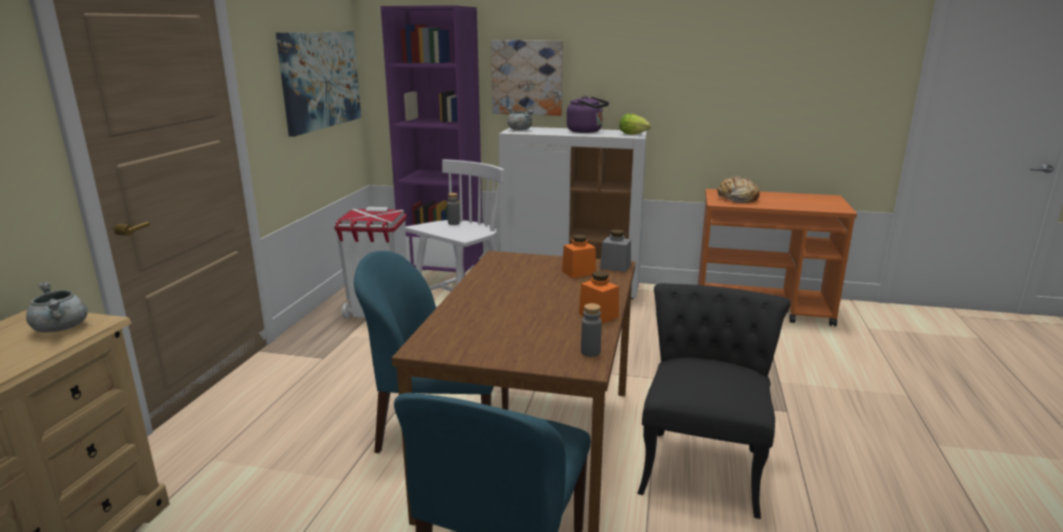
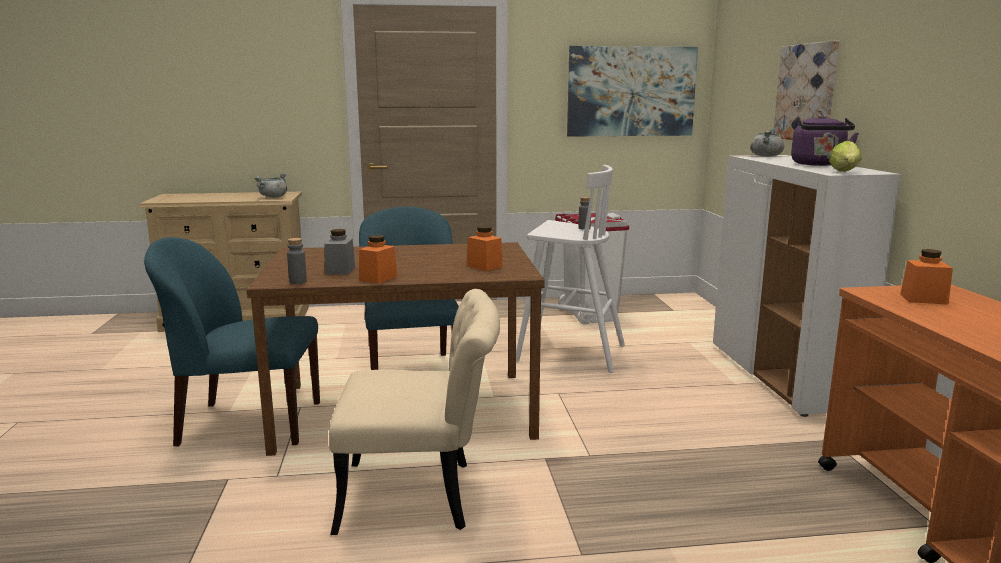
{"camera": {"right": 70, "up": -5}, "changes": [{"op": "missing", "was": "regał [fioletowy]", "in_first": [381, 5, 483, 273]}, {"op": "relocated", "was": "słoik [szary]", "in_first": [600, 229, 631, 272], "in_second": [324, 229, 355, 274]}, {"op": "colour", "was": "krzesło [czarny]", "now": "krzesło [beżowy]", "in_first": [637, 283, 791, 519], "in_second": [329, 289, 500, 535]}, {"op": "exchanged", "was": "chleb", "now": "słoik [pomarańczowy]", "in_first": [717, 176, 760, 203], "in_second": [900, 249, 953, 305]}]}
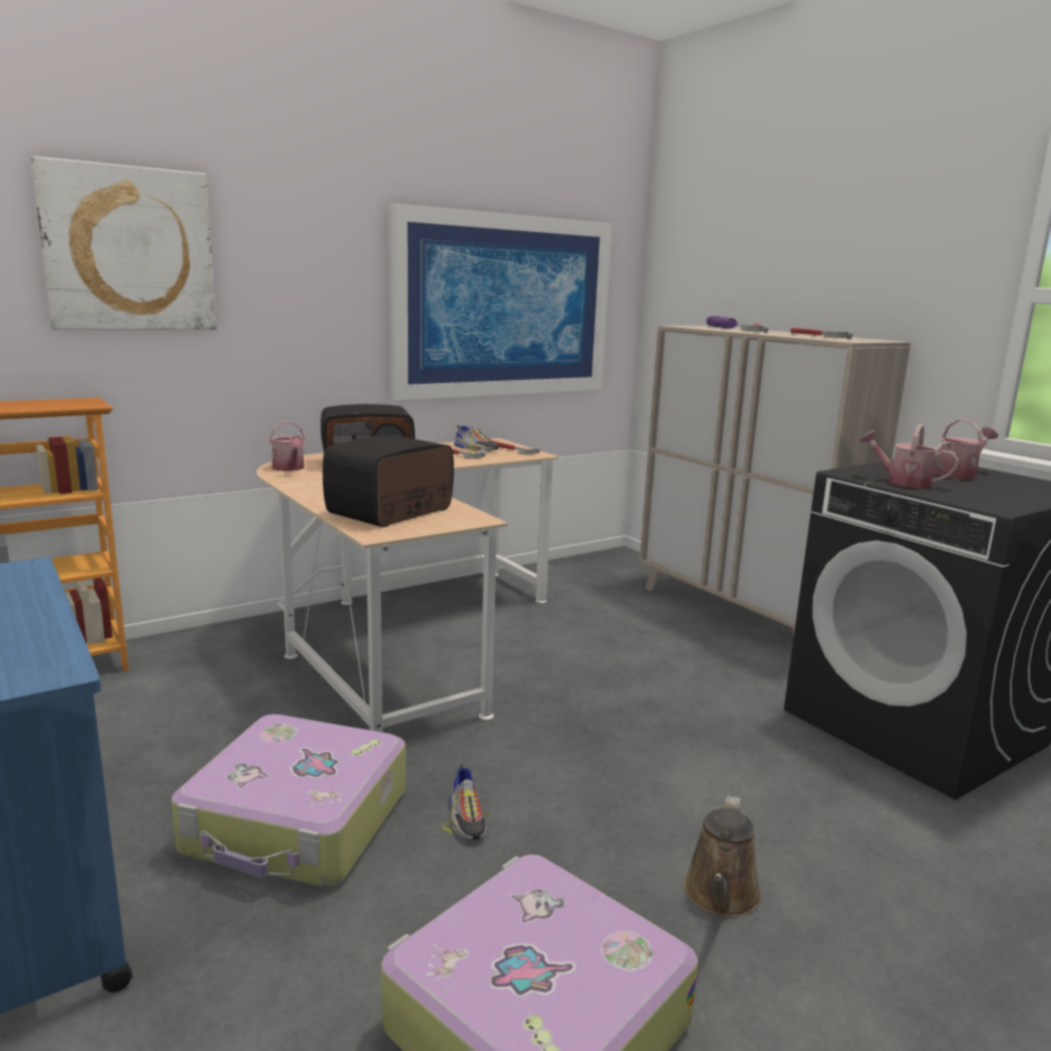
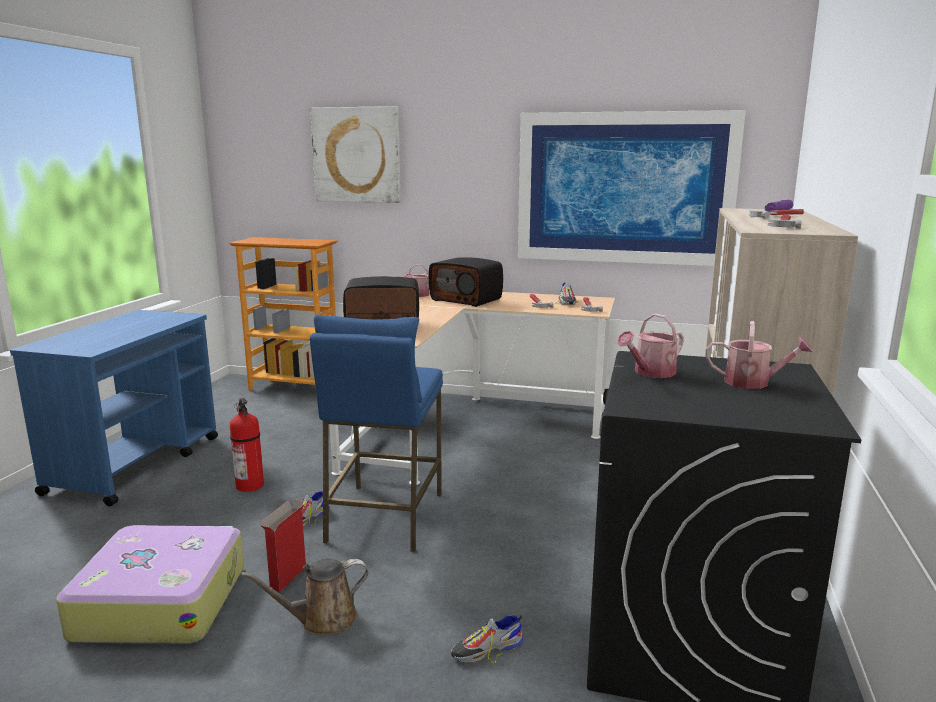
{"camera": {"right": 50, "up": 0}, "changes": [{"op": "exchanged", "was": "walizka", "now": "gaśnica", "in_first": [171, 714, 406, 887], "in_second": [230, 398, 264, 492]}, {"op": "spun", "was": "konewka", "in_first": [859, 424, 959, 488], "in_second": [617, 313, 684, 378], "clockwise": -120}, {"op": "appeared", "now": "karton", "in_second": [260, 499, 306, 592]}, {"op": "appeared", "now": "stołek [niebieski]", "in_second": [310, 315, 443, 552]}, {"op": "appeared", "now": "but", "in_second": [451, 615, 524, 663]}]}
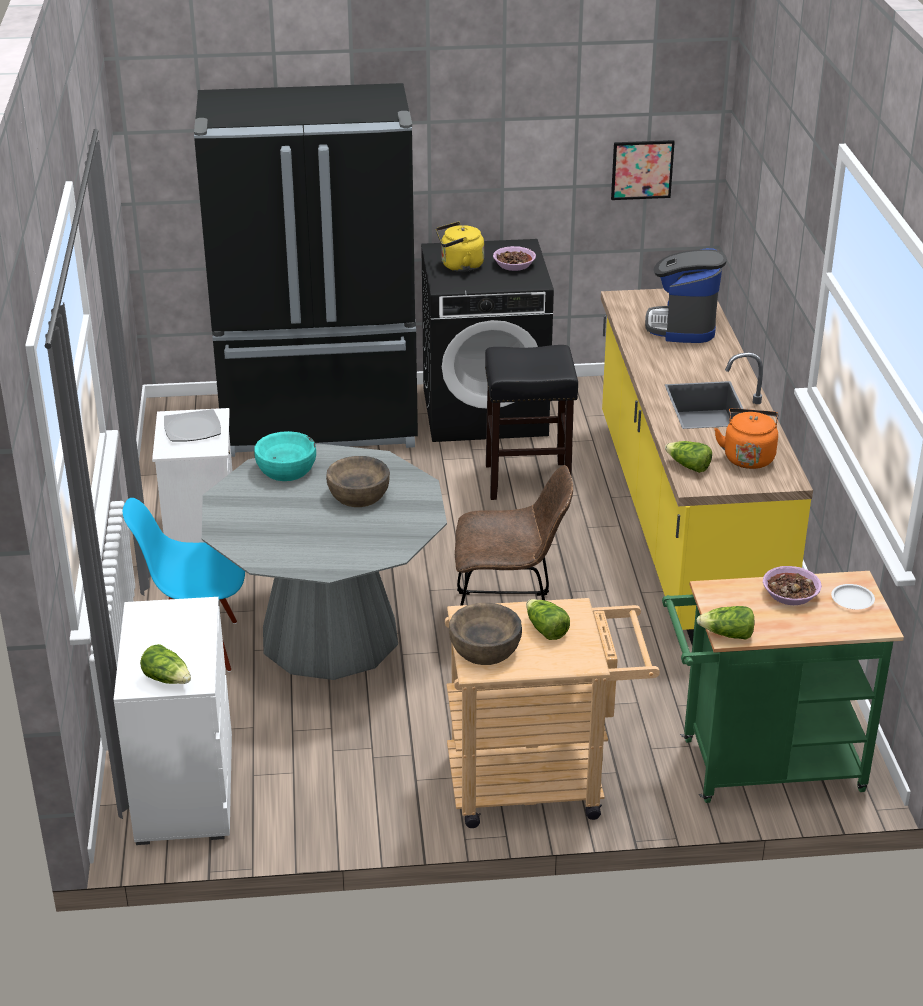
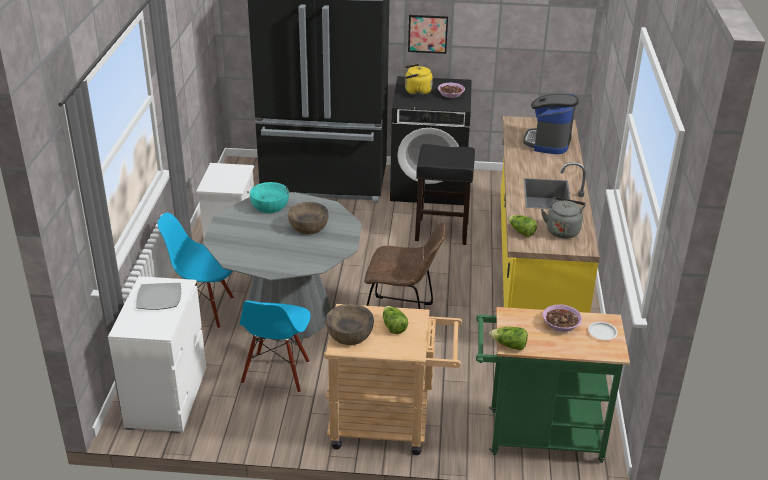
{"camera": {"right": 10, "up": 0}, "changes": [{"op": "missing", "was": "sałata", "in_first": [140, 644, 191, 684]}, {"op": "relocated", "was": "talerz", "in_first": [164, 409, 221, 441], "in_second": [136, 283, 181, 310]}, {"op": "relocated", "was": "obraz", "in_first": [611, 140, 675, 200], "in_second": [408, 15, 448, 54]}, {"op": "colour", "was": "czajnik [pomarańczowy]", "now": "czajnik [szary]", "in_first": [714, 408, 778, 469], "in_second": [541, 197, 586, 238]}, {"op": "appeared", "now": "krzesło [niebieski]", "in_second": [239, 301, 310, 393]}]}
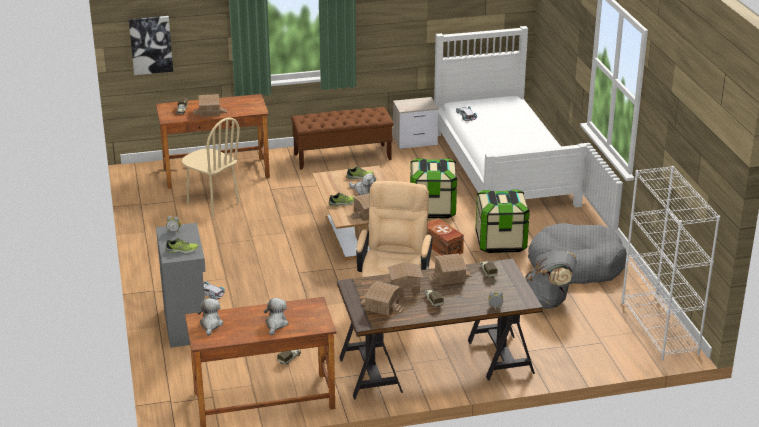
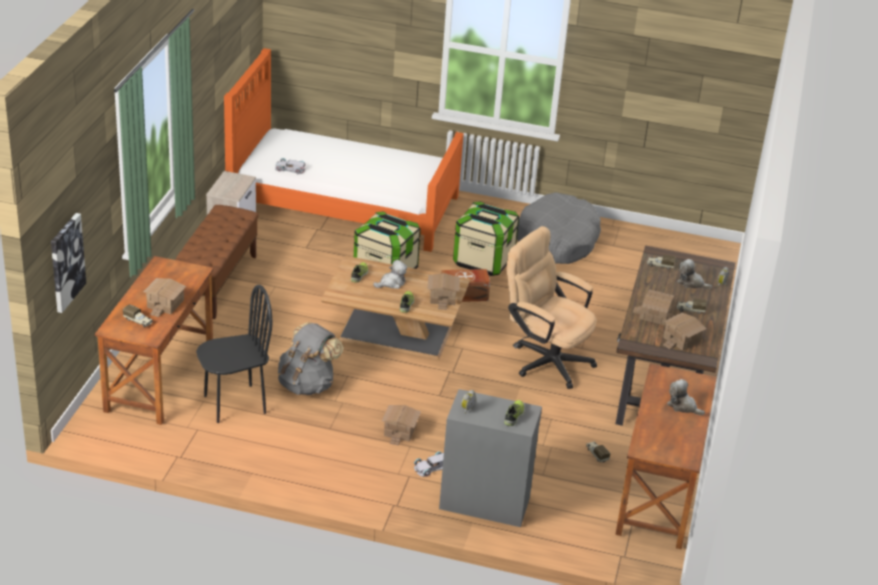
{"camera": {"right": -65, "up": 5}, "changes": [{"op": "colour", "was": "krzesło [beżowy]", "now": "krzesło [czarny]", "in_first": [182, 118, 240, 217], "in_second": [196, 285, 272, 423]}, {"op": "relocated", "was": "pluszak", "in_first": [197, 298, 223, 336], "in_second": [677, 259, 712, 289]}, {"op": "relocated", "was": "domek", "in_first": [429, 253, 471, 285], "in_second": [382, 405, 421, 445]}, {"op": "colour", "was": "łóżko [biały]", "now": "łóżko [pomarańczowy]", "in_first": [434, 26, 587, 208], "in_second": [224, 48, 464, 252]}, {"op": "relocated", "was": "plecak [szary]", "in_first": [526, 251, 577, 309], "in_second": [278, 322, 344, 395]}, {"op": "missing", "was": "regał [biały]", "in_first": [621, 166, 720, 360]}]}
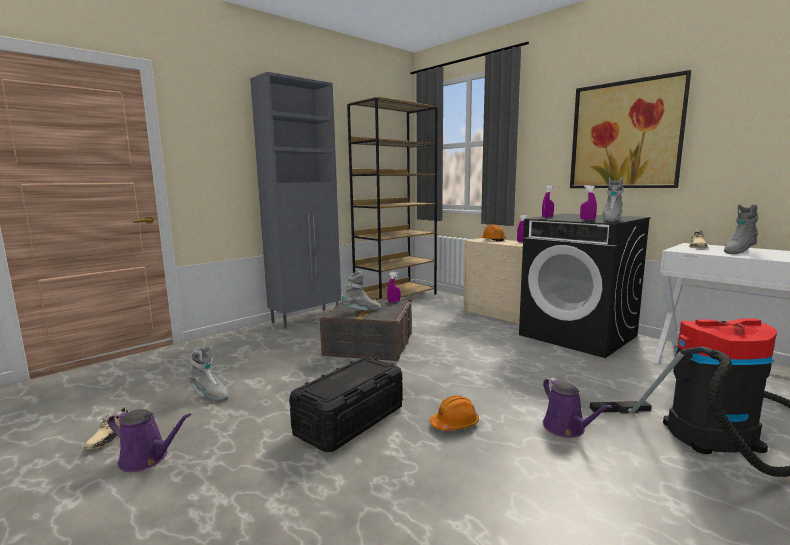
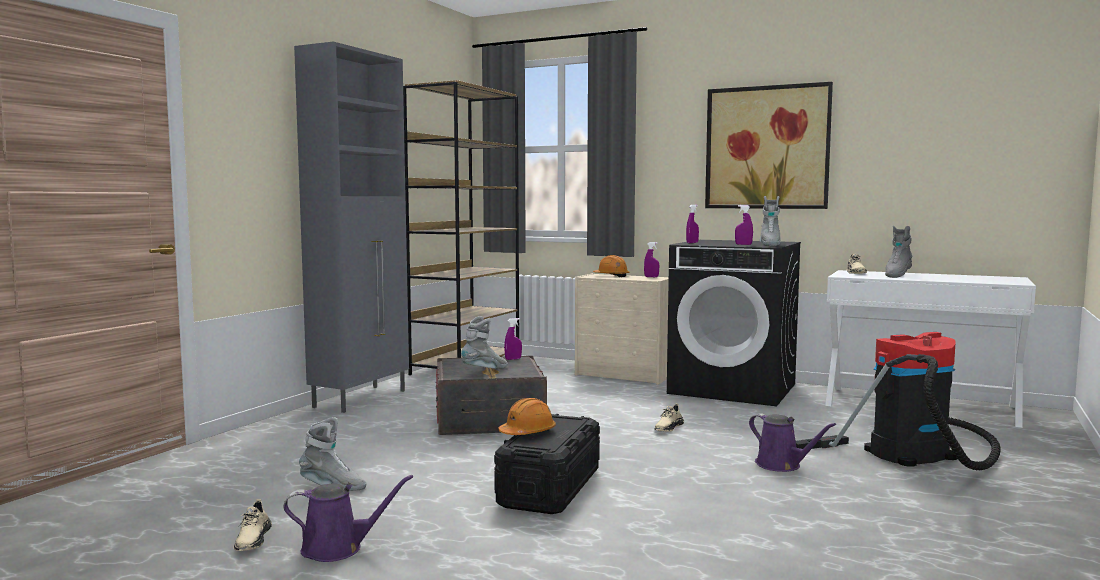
{"camera": {"right": -20, "up": -5}, "changes": [{"op": "relocated", "was": "kask [pomarańczowy]", "in_first": [430, 395, 479, 431], "in_second": [498, 398, 556, 435]}, {"op": "appeared", "now": "but [beżowy]", "in_second": [654, 403, 684, 432]}]}
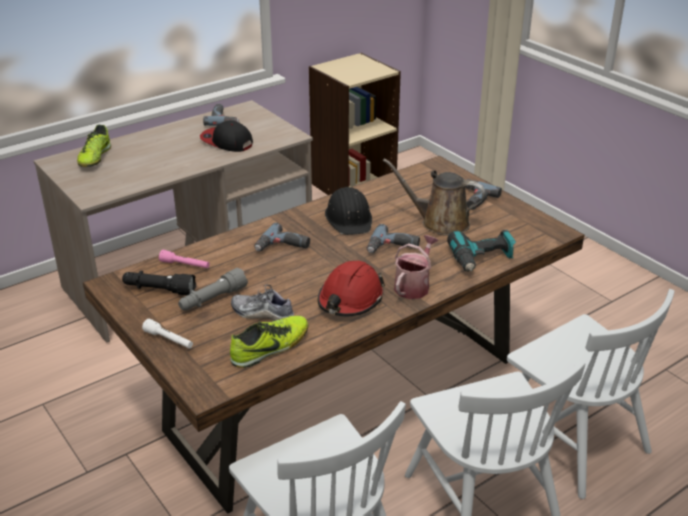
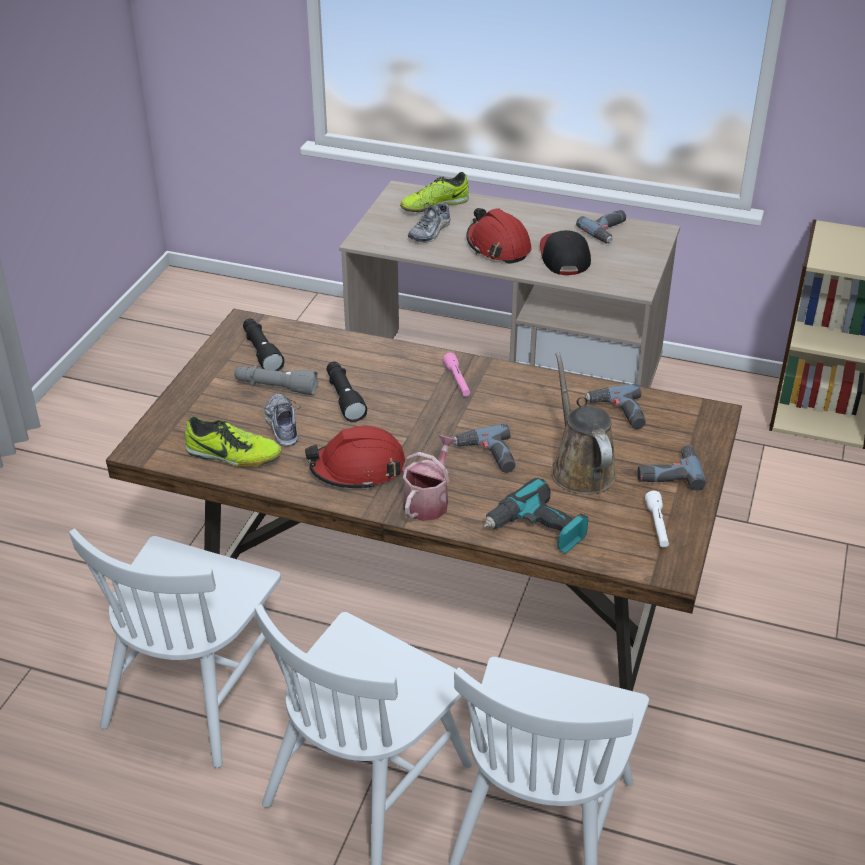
{"camera": {"right": 55, "up": 5}, "changes": [{"op": "relocated", "was": "latarka [biały]", "in_first": [142, 319, 193, 349], "in_second": [645, 491, 669, 547]}, {"op": "relocated", "was": "latarka [różowy]", "in_first": [159, 250, 210, 268], "in_second": [443, 353, 470, 396]}, {"op": "relocated", "was": "wiertarka", "in_first": [254, 223, 310, 251], "in_second": [585, 384, 646, 429]}, {"op": "missing", "was": "kask [czarny]", "in_first": [325, 187, 372, 235]}, {"op": "spun", "was": "konewka", "in_first": [394, 235, 438, 299], "in_second": [402, 435, 457, 521], "clockwise": -60}, {"op": "appeared", "now": "latarka [czarny]", "in_second": [327, 362, 367, 422]}, {"op": "appeared", "now": "but", "in_second": [408, 202, 451, 242]}, {"op": "appeared", "now": "kask [czerwony]", "in_second": [466, 208, 532, 264]}]}
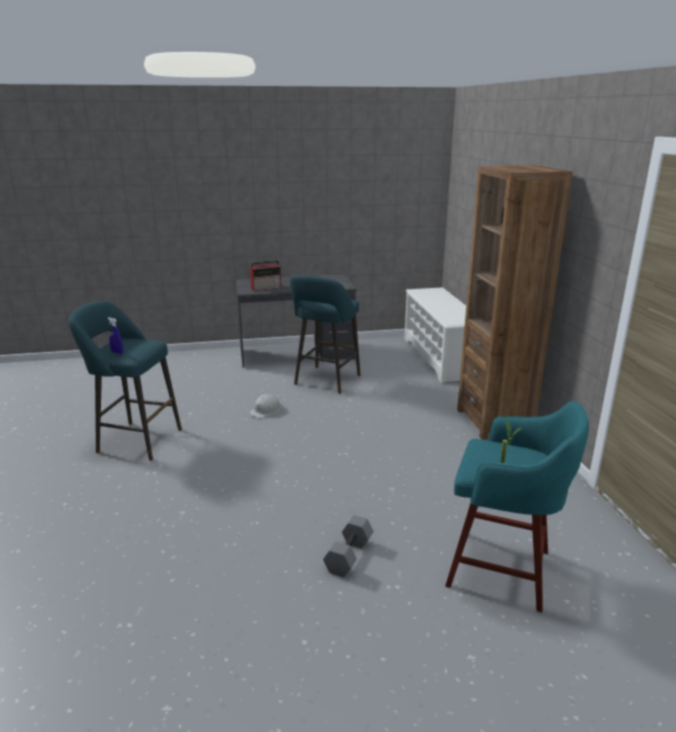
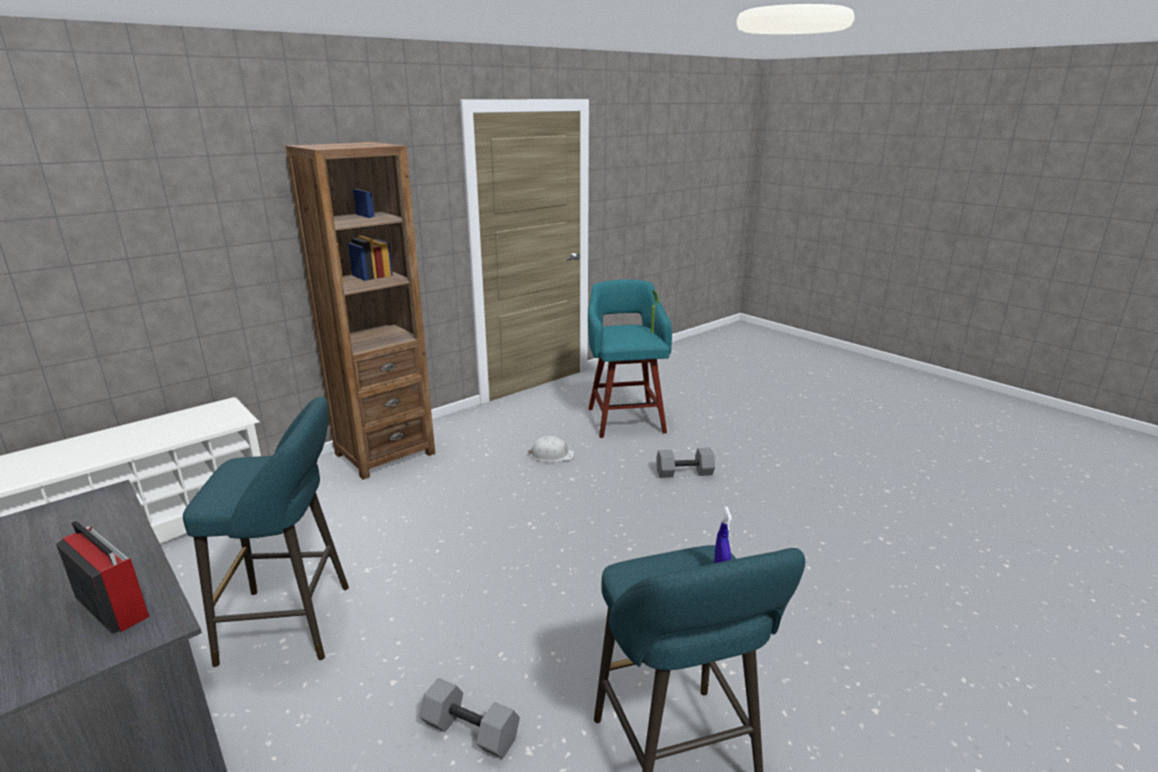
{"camera": {"right": -120, "up": 0}, "changes": [{"op": "relocated", "was": "kask [biały]", "in_first": [249, 394, 281, 418], "in_second": [527, 436, 575, 462]}, {"op": "appeared", "now": "hantel [szary]", "in_second": [419, 678, 520, 759]}]}
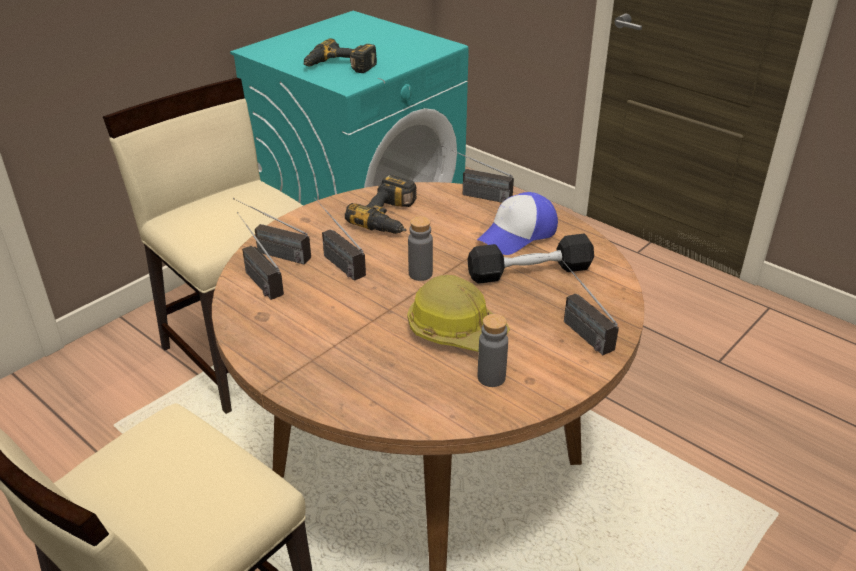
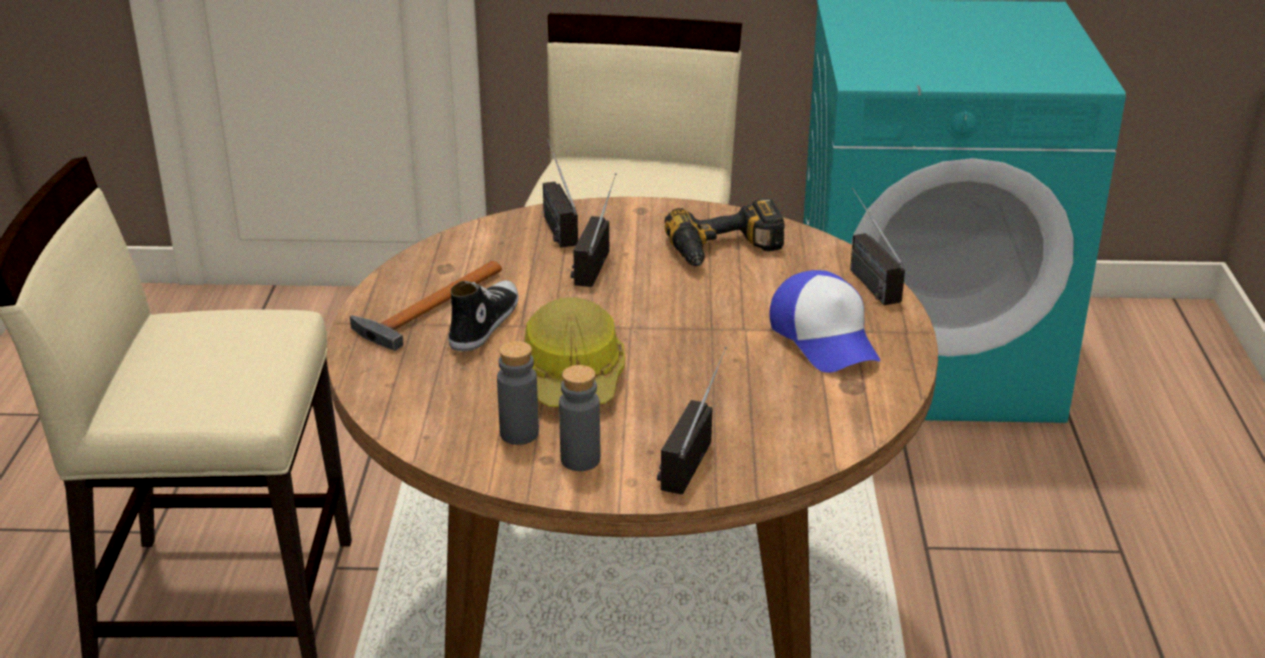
{"camera": {"right": 50, "up": -5}, "changes": [{"op": "missing", "was": "radio", "in_first": [237, 212, 284, 300]}, {"op": "missing", "was": "wiertarka", "in_first": [304, 39, 377, 73]}, {"op": "relocated", "was": "butelka [szary]", "in_first": [408, 216, 433, 281], "in_second": [559, 365, 600, 471]}, {"op": "missing", "was": "hantel [czarny]", "in_first": [467, 234, 594, 284]}, {"op": "spun", "was": "czapka z daszkiem", "in_first": [477, 192, 558, 255], "in_second": [770, 270, 880, 373], "clockwise": -120}, {"op": "appeared", "now": "młotek", "in_second": [350, 261, 502, 351]}, {"op": "appeared", "now": "but", "in_second": [448, 280, 519, 351]}]}
